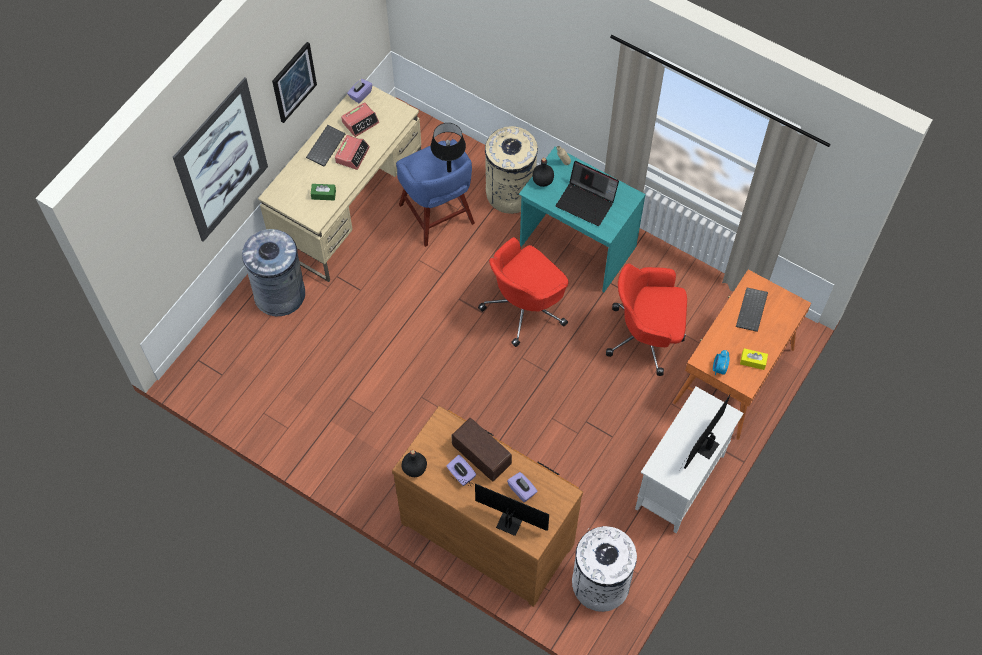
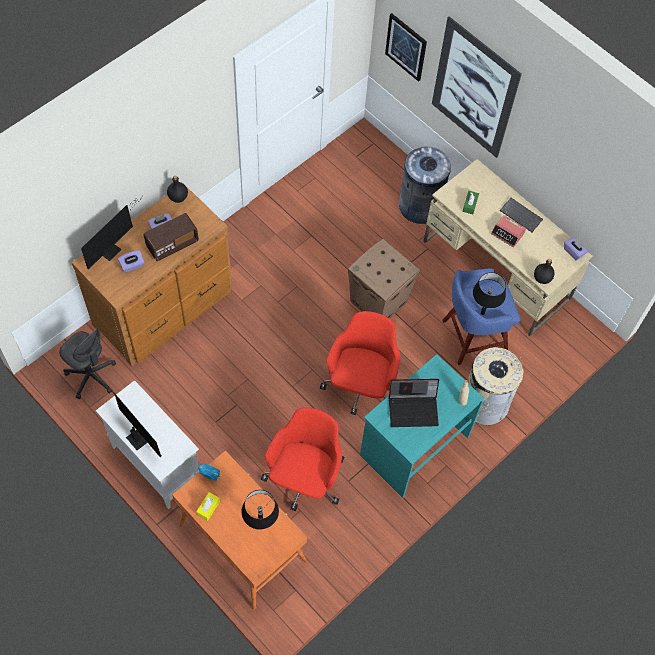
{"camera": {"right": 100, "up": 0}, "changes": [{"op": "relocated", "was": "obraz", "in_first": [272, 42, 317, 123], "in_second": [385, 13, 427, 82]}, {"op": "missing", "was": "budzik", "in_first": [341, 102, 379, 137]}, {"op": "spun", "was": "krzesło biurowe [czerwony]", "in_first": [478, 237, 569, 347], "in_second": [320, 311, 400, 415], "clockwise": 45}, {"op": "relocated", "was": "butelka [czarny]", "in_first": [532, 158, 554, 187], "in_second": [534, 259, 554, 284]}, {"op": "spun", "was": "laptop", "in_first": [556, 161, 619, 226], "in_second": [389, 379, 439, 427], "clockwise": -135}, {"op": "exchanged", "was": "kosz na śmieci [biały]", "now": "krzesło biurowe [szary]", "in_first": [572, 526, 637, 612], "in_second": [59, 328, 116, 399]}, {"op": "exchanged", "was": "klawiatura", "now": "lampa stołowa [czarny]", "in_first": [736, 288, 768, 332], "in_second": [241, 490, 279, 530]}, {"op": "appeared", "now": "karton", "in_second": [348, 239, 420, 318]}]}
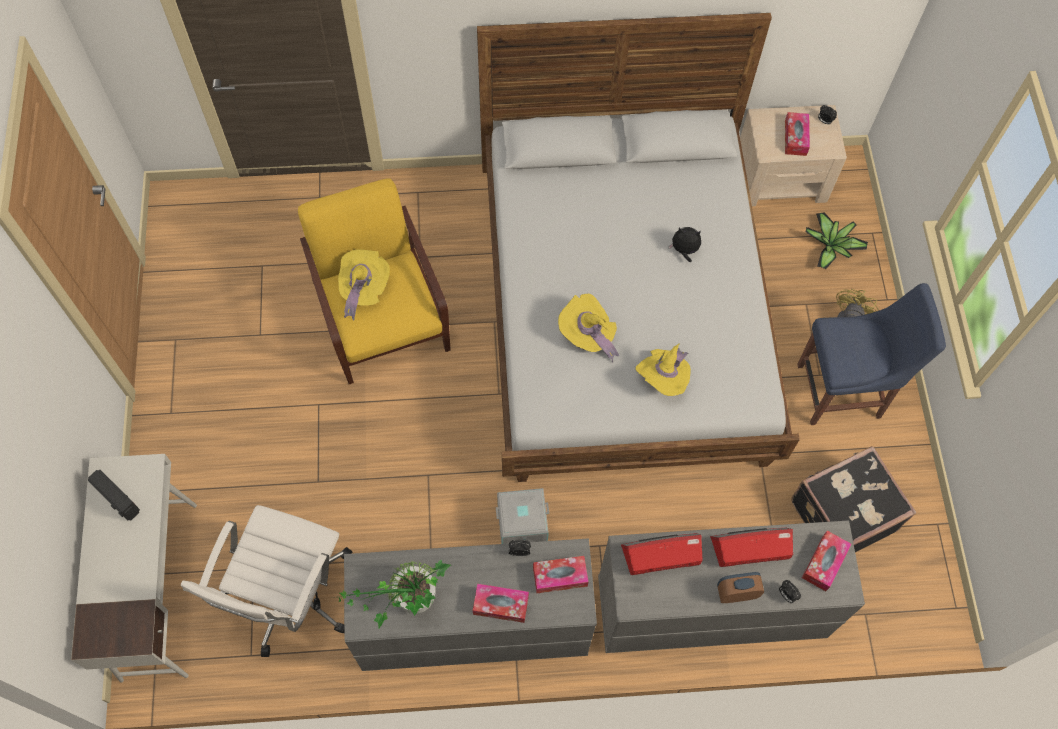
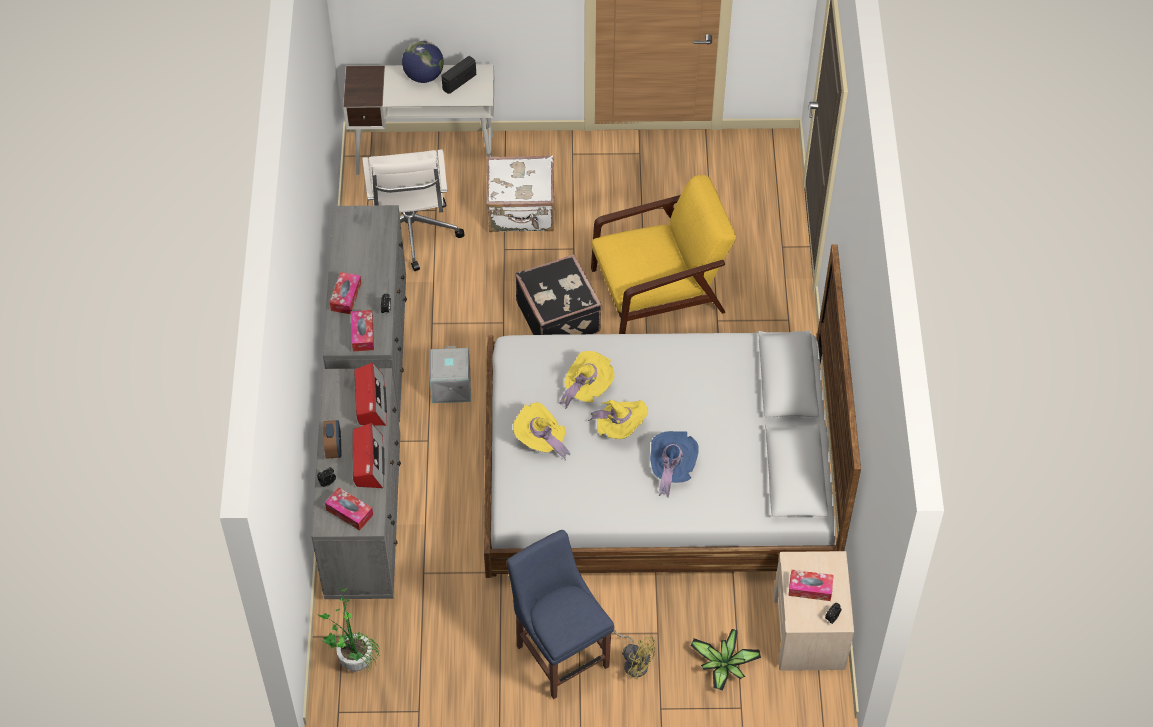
{"camera": {"right": 95, "up": -10}, "changes": [{"op": "spun", "was": "krzesło biurowe [biały]", "in_first": [181, 505, 352, 657], "in_second": [362, 149, 464, 271], "clockwise": -120}, {"op": "relocated", "was": "roślina doniczkowa", "in_first": [334, 559, 451, 628], "in_second": [317, 579, 380, 672]}, {"op": "relocated", "was": "kapelusz [żółty]", "in_first": [338, 249, 390, 320], "in_second": [588, 400, 648, 439]}, {"op": "exchanged", "was": "pluszak", "now": "kapelusz [niebieski]", "in_first": [669, 227, 701, 262], "in_second": [650, 431, 699, 498]}, {"op": "relocated", "was": "walizka [czarny]", "in_first": [791, 446, 916, 552], "in_second": [515, 254, 602, 335]}, {"op": "spun", "was": "krzesło [niebieski]", "in_first": [797, 283, 946, 425], "in_second": [507, 530, 614, 699], "clockwise": 150}, {"op": "appeared", "now": "globus", "in_second": [402, 41, 444, 83]}, {"op": "appeared", "now": "walizka [biały]", "in_second": [486, 155, 554, 232]}]}
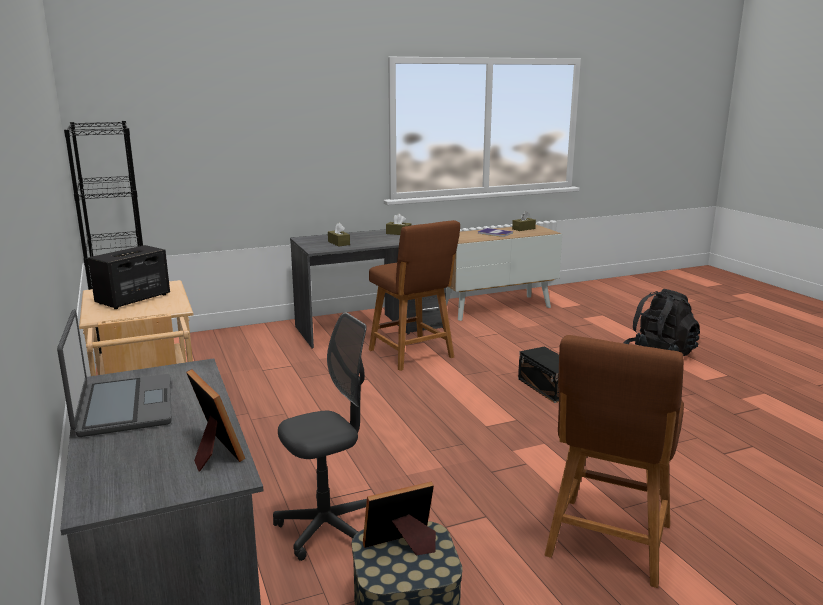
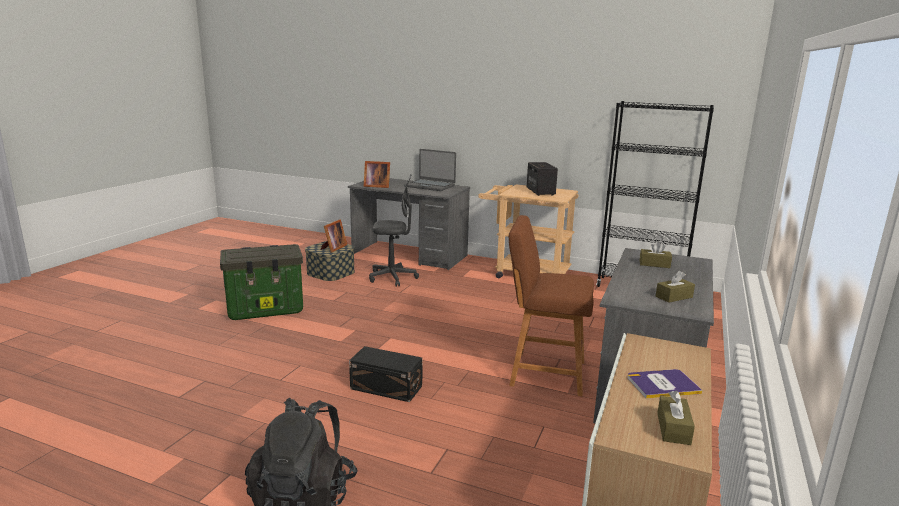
{"camera": {"right": 135, "up": 0}, "changes": [{"op": "spun", "was": "krzesło biurowe [szary]", "in_first": [273, 312, 367, 561], "in_second": [369, 174, 419, 287], "clockwise": -105}, {"op": "exchanged", "was": "stołek [brązowy]", "now": "pojemnik do przechowywania", "in_first": [544, 335, 684, 588], "in_second": [220, 244, 303, 320]}]}
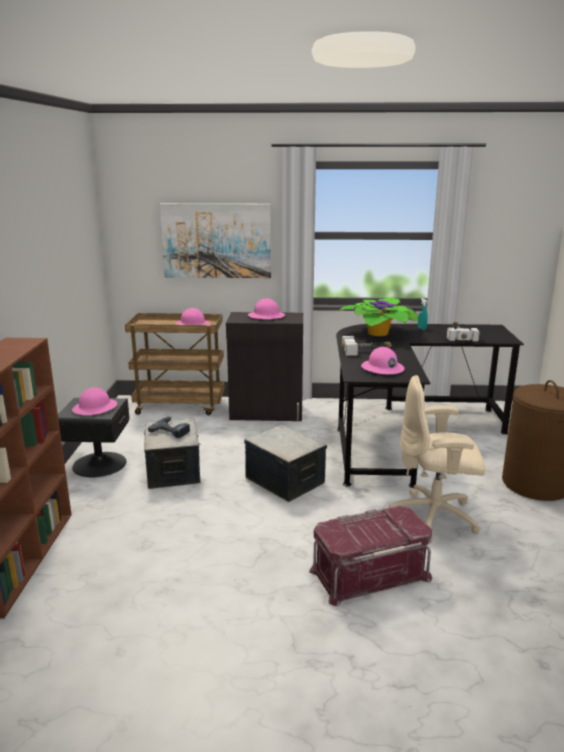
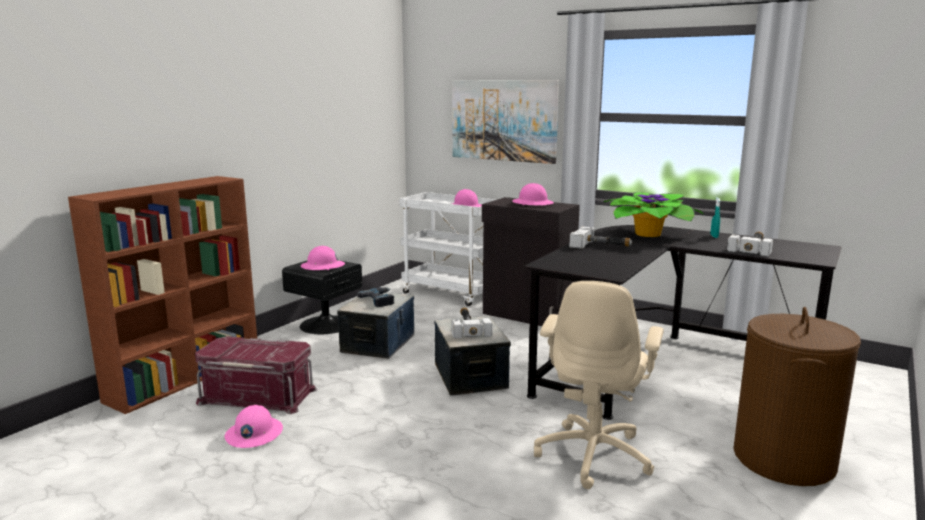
{"camera": {"right": 30, "up": -5}, "changes": [{"op": "colour", "was": "wózek [brązowy]", "now": "wózek [biały]", "in_first": [125, 313, 225, 415], "in_second": [399, 192, 498, 306]}, {"op": "relocated", "was": "pojemnik do przechowywania [czerwony]", "in_first": [309, 506, 432, 606], "in_second": [195, 336, 317, 414]}, {"op": "relocated", "was": "kask [różowy]", "in_first": [361, 347, 405, 374], "in_second": [225, 405, 283, 448]}, {"op": "spun", "was": "krzesło biurowe [beżowy]", "in_first": [389, 375, 485, 543], "in_second": [534, 281, 664, 489], "clockwise": -105}, {"op": "appeared", "now": "młotek", "in_second": [451, 307, 493, 339]}]}
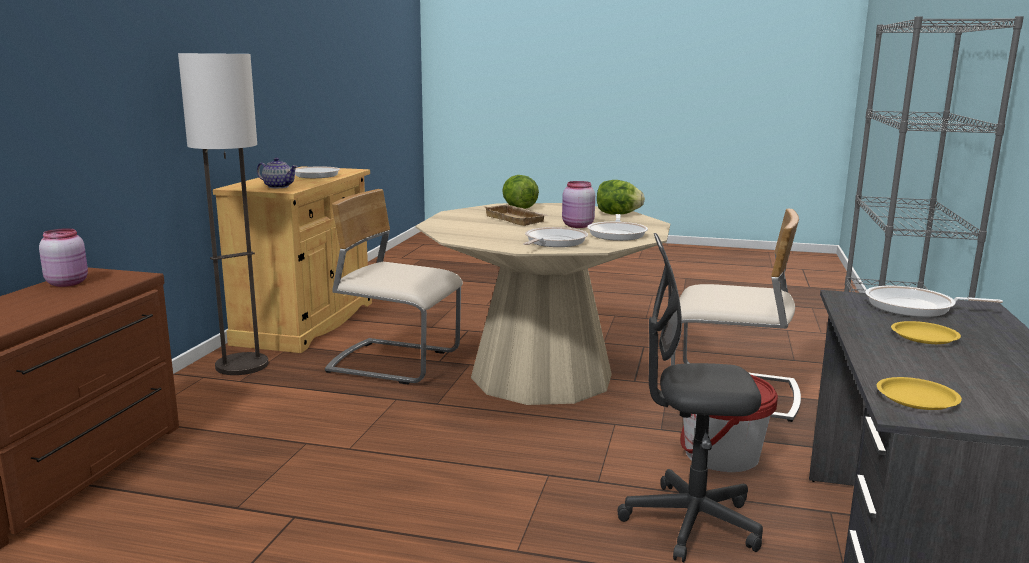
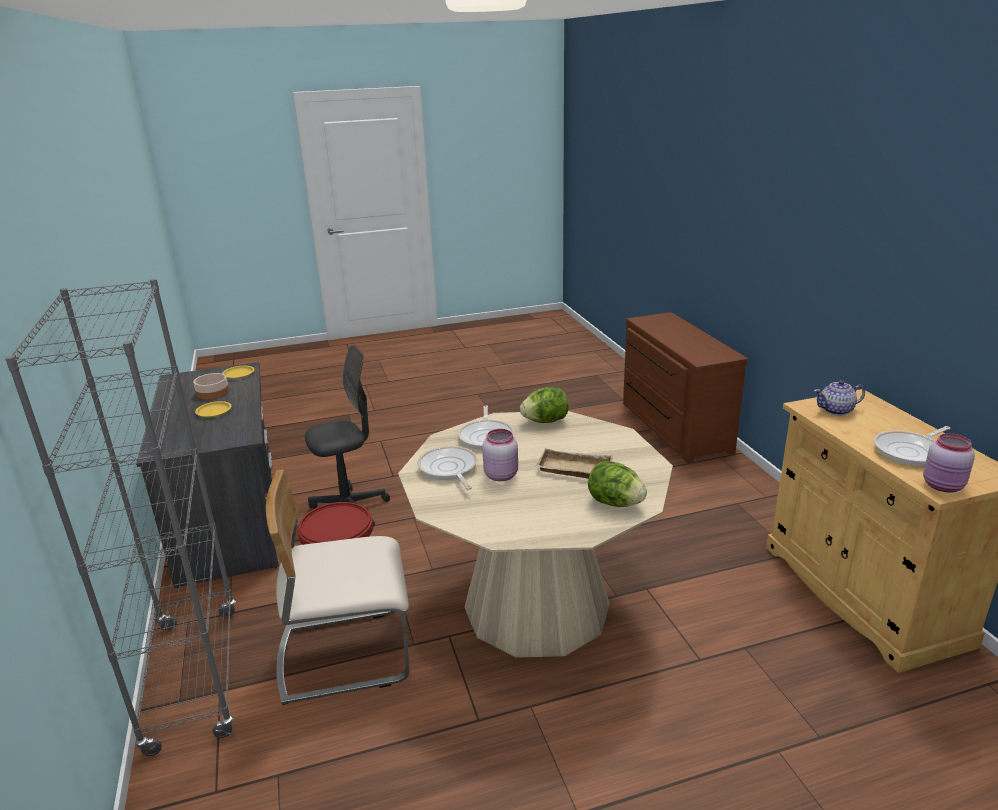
{"camera": {"right": 150, "up": 10}, "changes": [{"op": "relocated", "was": "słoik [różowy]", "in_first": [39, 228, 88, 287], "in_second": [923, 433, 975, 492]}, {"op": "missing", "was": "lampa stojąca", "in_first": [178, 53, 269, 375]}, {"op": "missing", "was": "krzesło [beżowy]", "in_first": [325, 189, 463, 384]}, {"op": "relocated", "was": "sałata", "in_first": [597, 180, 645, 215], "in_second": [520, 387, 568, 423]}, {"op": "missing", "was": "patelnia", "in_first": [865, 286, 1003, 317]}, {"op": "appeared", "now": "miska", "in_second": [193, 373, 229, 399]}]}
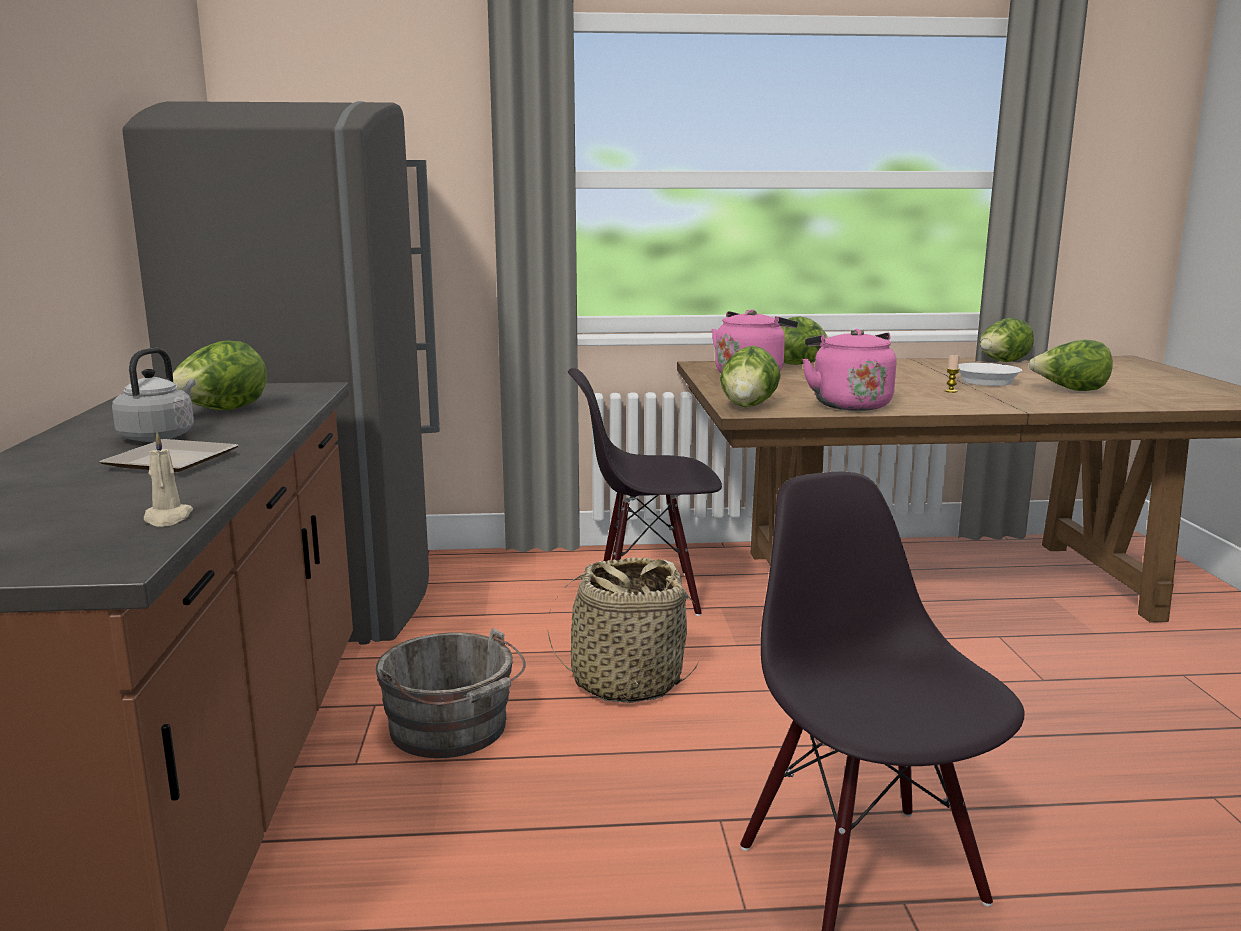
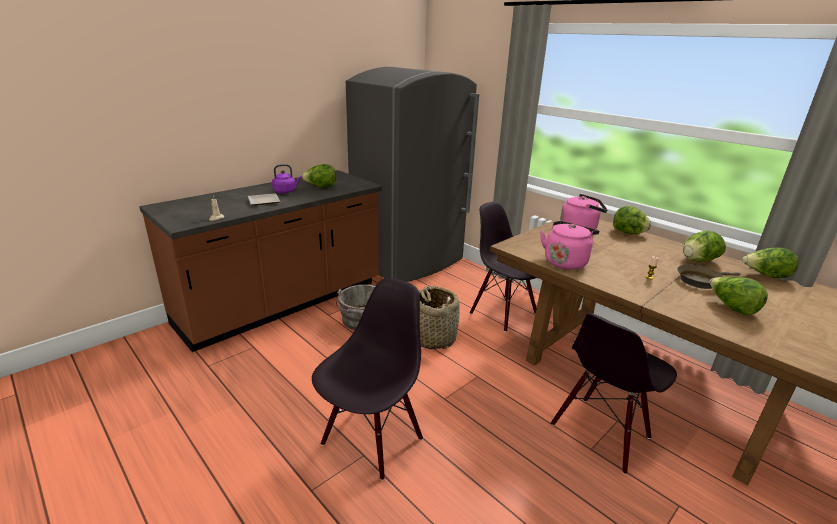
{"camera": {"right": 50, "up": 10}, "changes": [{"op": "colour", "was": "czajnik [szary]", "now": "czajnik [fioletowy]", "in_first": [112, 348, 196, 442], "in_second": [272, 164, 302, 193]}, {"op": "relocated", "was": "sałata", "in_first": [720, 346, 780, 407], "in_second": [683, 231, 726, 262]}, {"op": "colour", "was": "patelnia [biały]", "now": "patelnia [brązowy]", "in_first": [958, 363, 1022, 386], "in_second": [677, 264, 741, 289]}, {"op": "appeared", "now": "krzesło [czarny]", "in_second": [551, 314, 677, 475]}]}
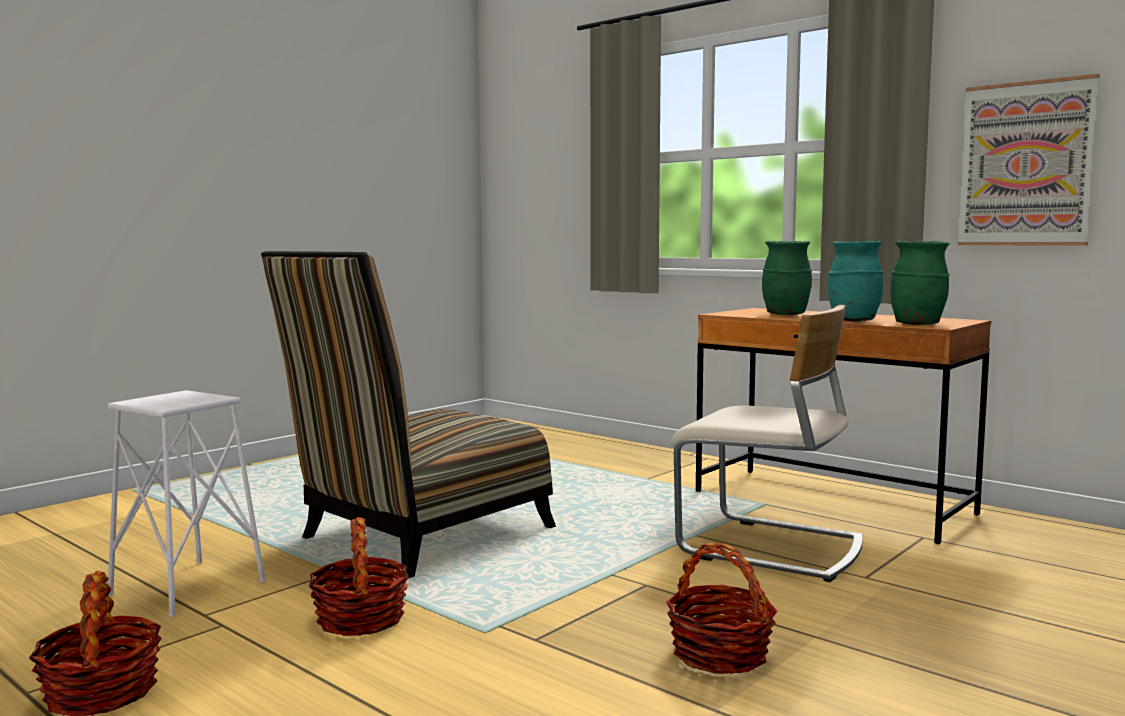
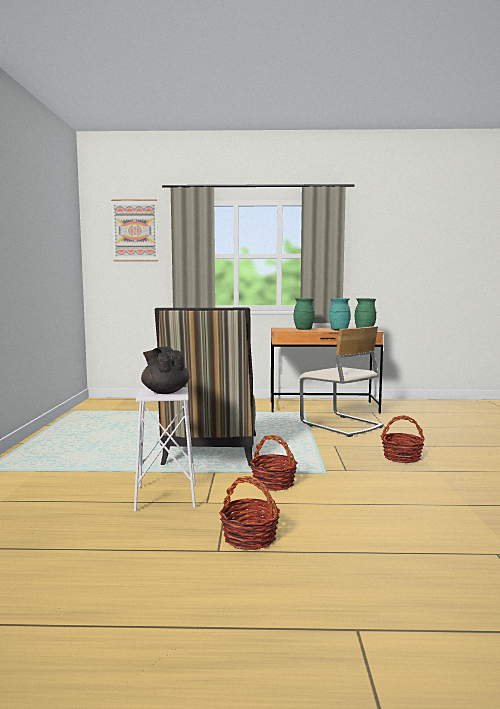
{"camera": {"right": -40, "up": 0}, "changes": [{"op": "spun", "was": "krzesło [beżowy]", "in_first": [671, 305, 863, 582], "in_second": [299, 326, 383, 437], "clockwise": 60}, {"op": "relocated", "was": "obraz", "in_first": [958, 74, 1100, 246], "in_second": [111, 199, 158, 261]}, {"op": "appeared", "now": "imbryk [czarny]", "in_second": [141, 347, 190, 394]}]}
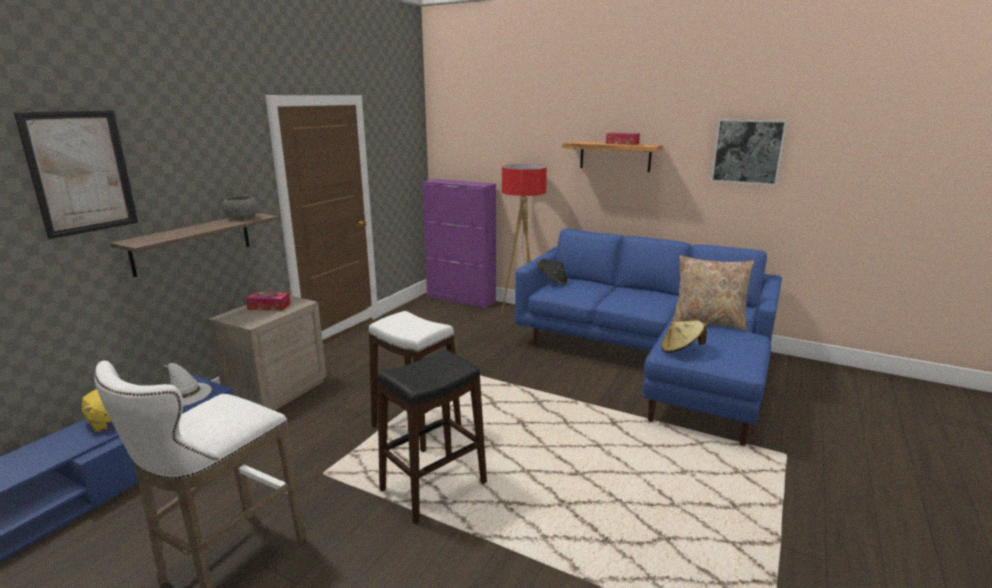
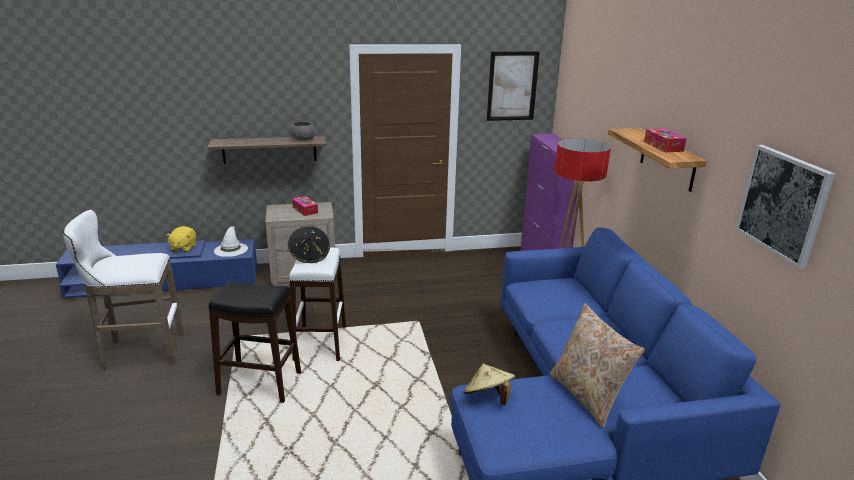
{"camera": {"right": 50, "up": 5}, "changes": [{"op": "relocated", "was": "obraz", "in_first": [13, 110, 138, 239], "in_second": [487, 51, 540, 121]}, {"op": "relocated", "was": "kapelusz [czarny]", "in_first": [537, 259, 567, 285], "in_second": [288, 226, 330, 263]}]}
